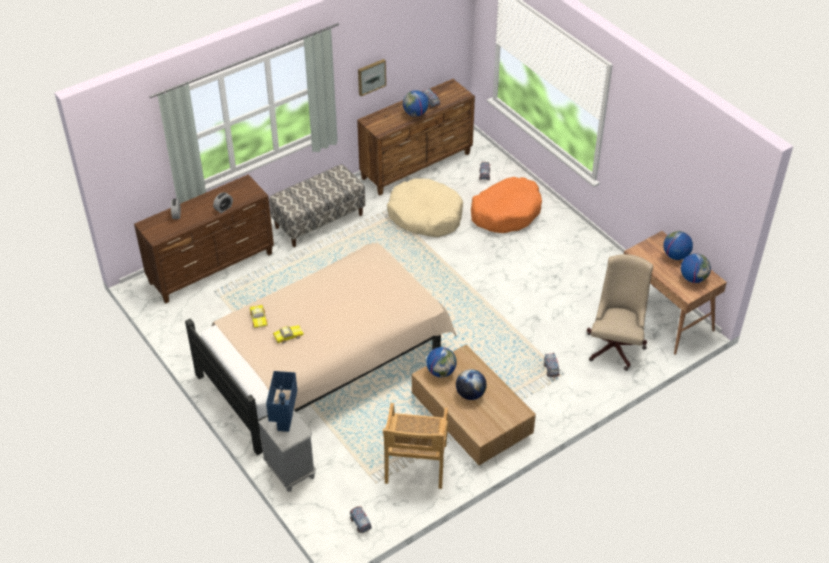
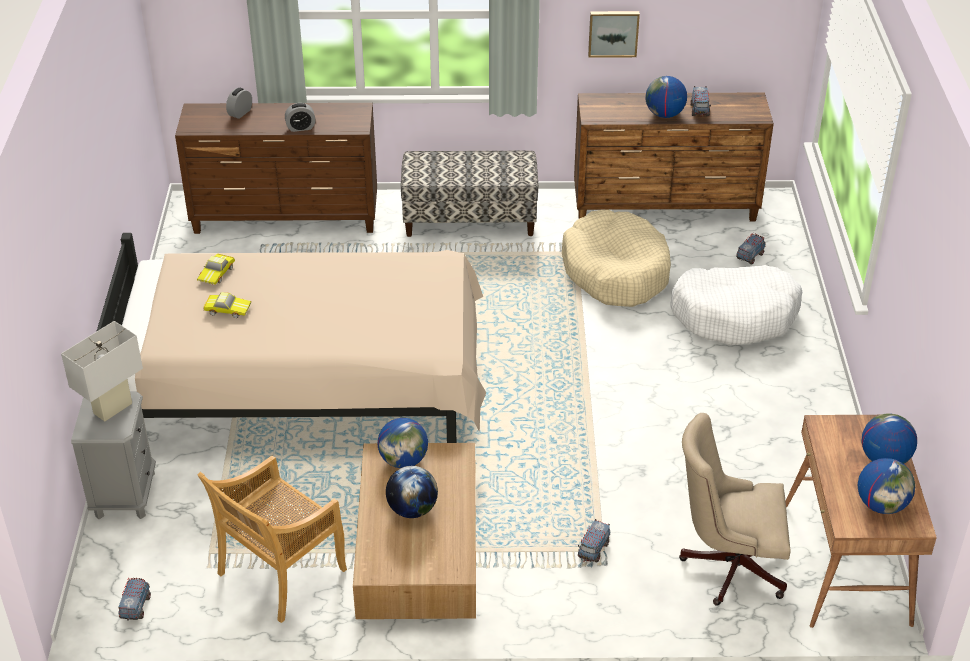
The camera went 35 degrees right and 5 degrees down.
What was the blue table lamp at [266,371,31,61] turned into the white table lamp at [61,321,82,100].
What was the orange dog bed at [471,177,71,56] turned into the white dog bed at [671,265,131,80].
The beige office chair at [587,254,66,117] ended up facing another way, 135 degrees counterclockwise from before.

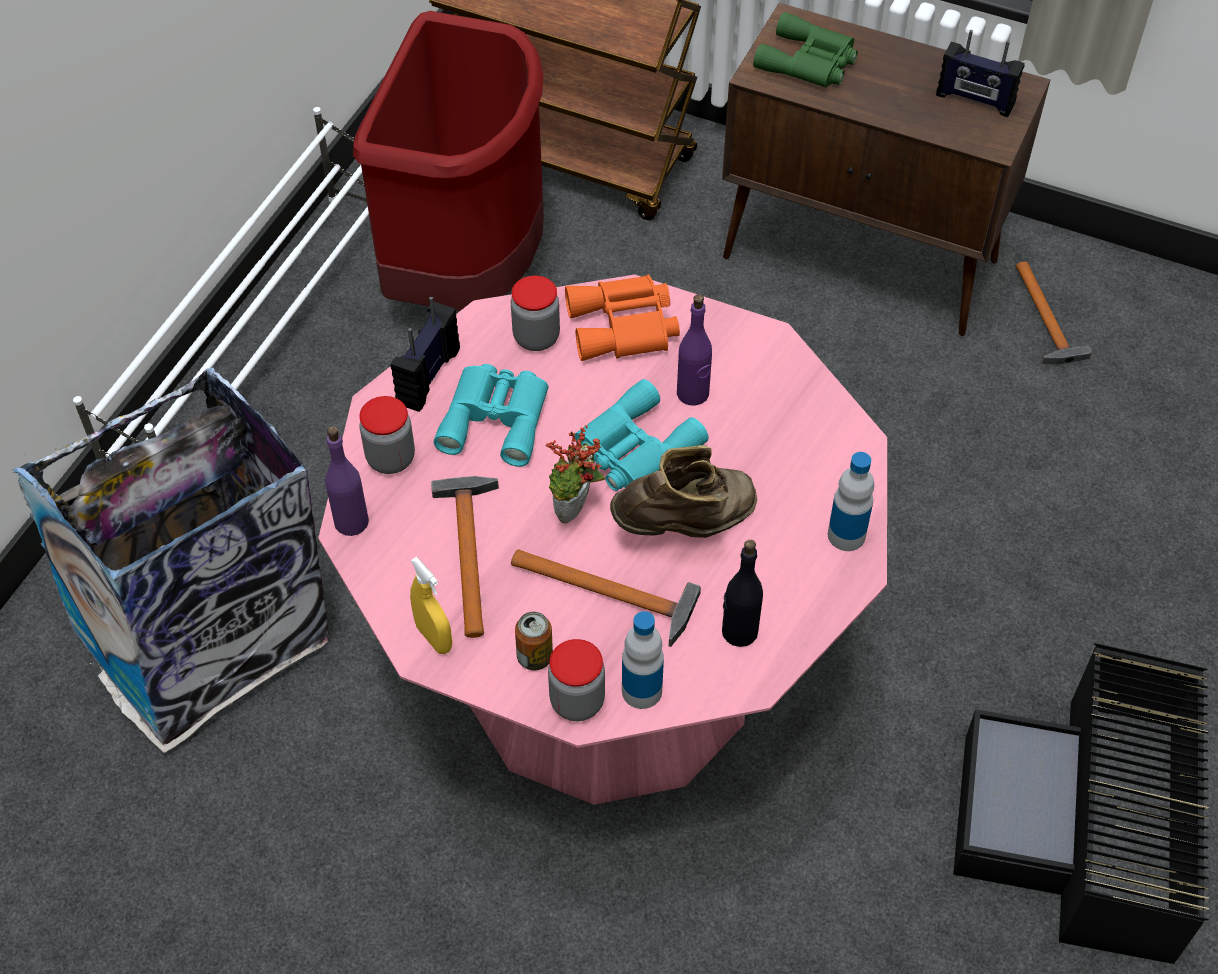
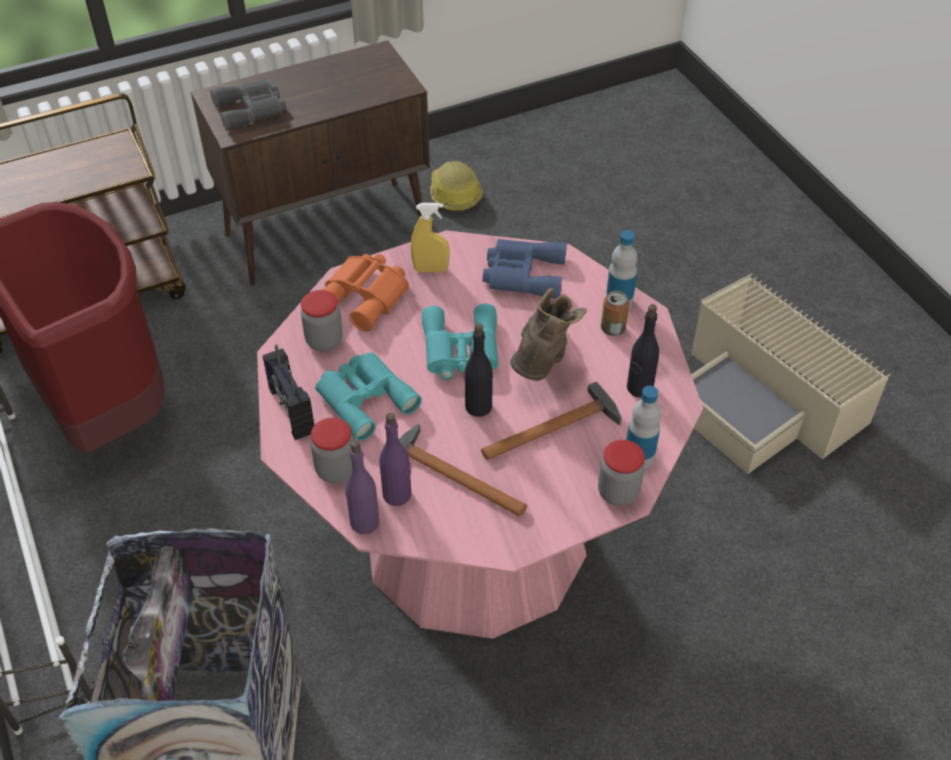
The camera went 50 degrees left and 5 degrees down.
What was the green binoculars at [753,12,105,76] turned into the grey binoculars at [210,79,77,52].
The purple bottle ended up elsewhere, having gone from [677,294,35,111] to [380,413,31,93].
The yellow spray bottle ended up elsewhere, having gone from [410,557,42,97] to [411,203,39,70].
Where the hammer stood at [1016,261,76,104], the hard hat came to stand at [430,161,53,51].
Where the potted plant stood at [546,425,59,99], the black bottle came to stand at [465,323,28,94].
The second view gained the blue binoculars at [483,239,84,60].
The can ended up elsewhere, having gone from [515,612,38,59] to [601,291,28,45].
What was the black storage box at [953,643,256,321] turned into the beige storage box at [691,273,199,201].
The second view lost the radio at [936,30,89,87].

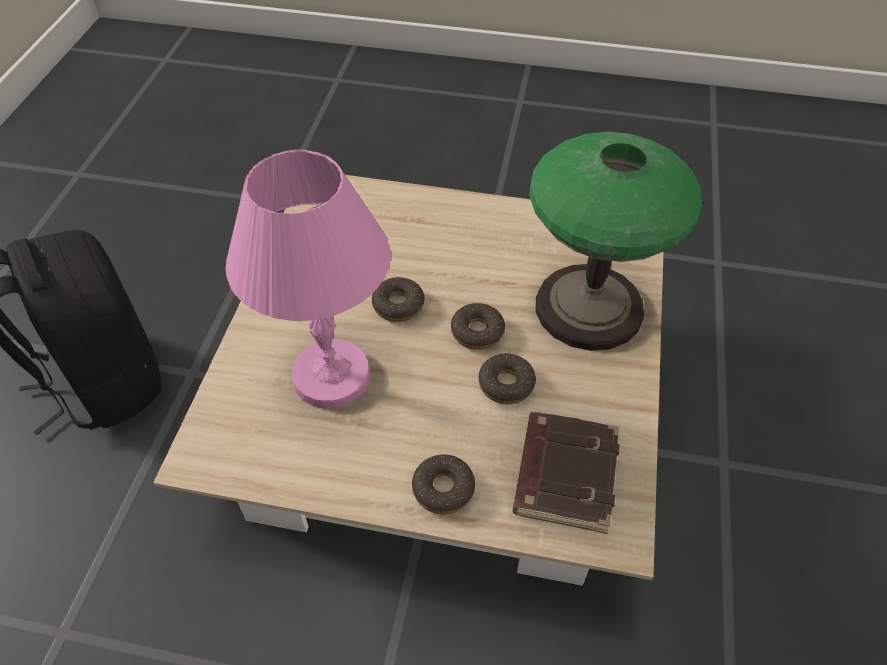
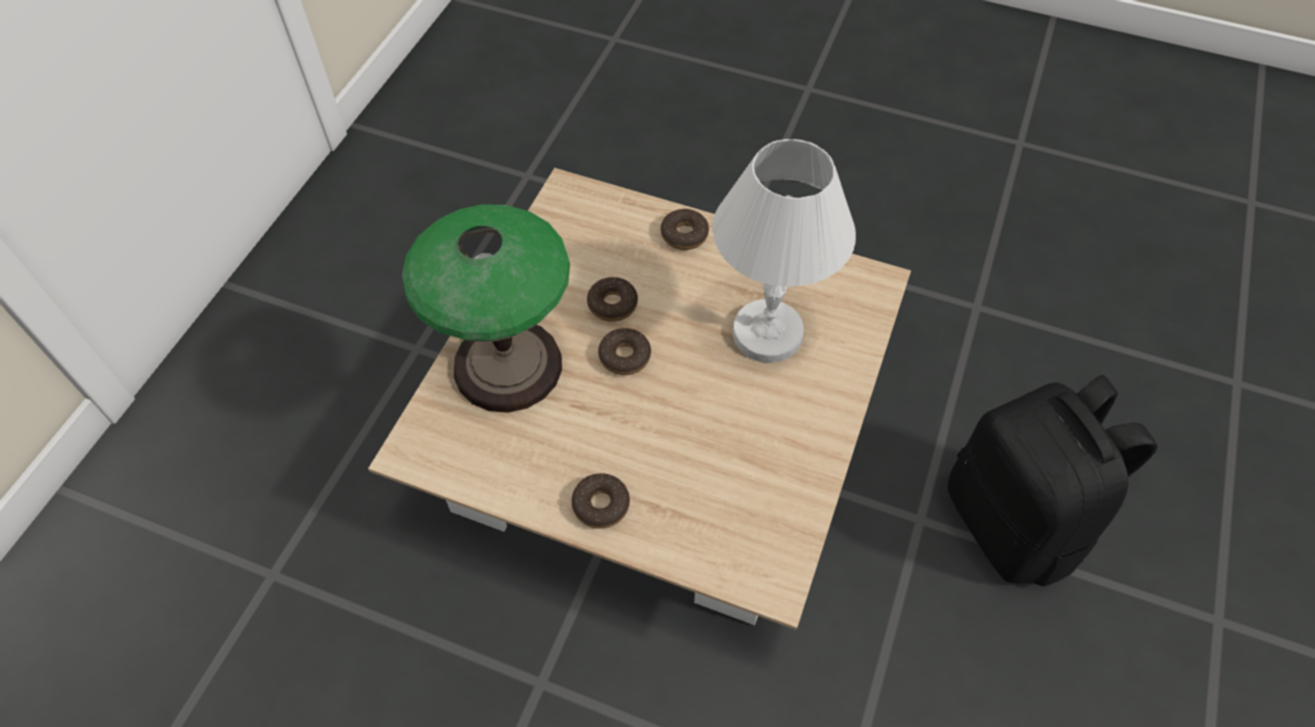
The camera went 170 degrees left and 5 degrees up.
The donut ended up elsewhere, having gone from [372,277,53,45] to [572,473,58,56].
What was the pink table lamp at [226,150,165,259] turned into the white table lamp at [712,139,144,224].
The second view lost the brown book at [513,412,107,122].

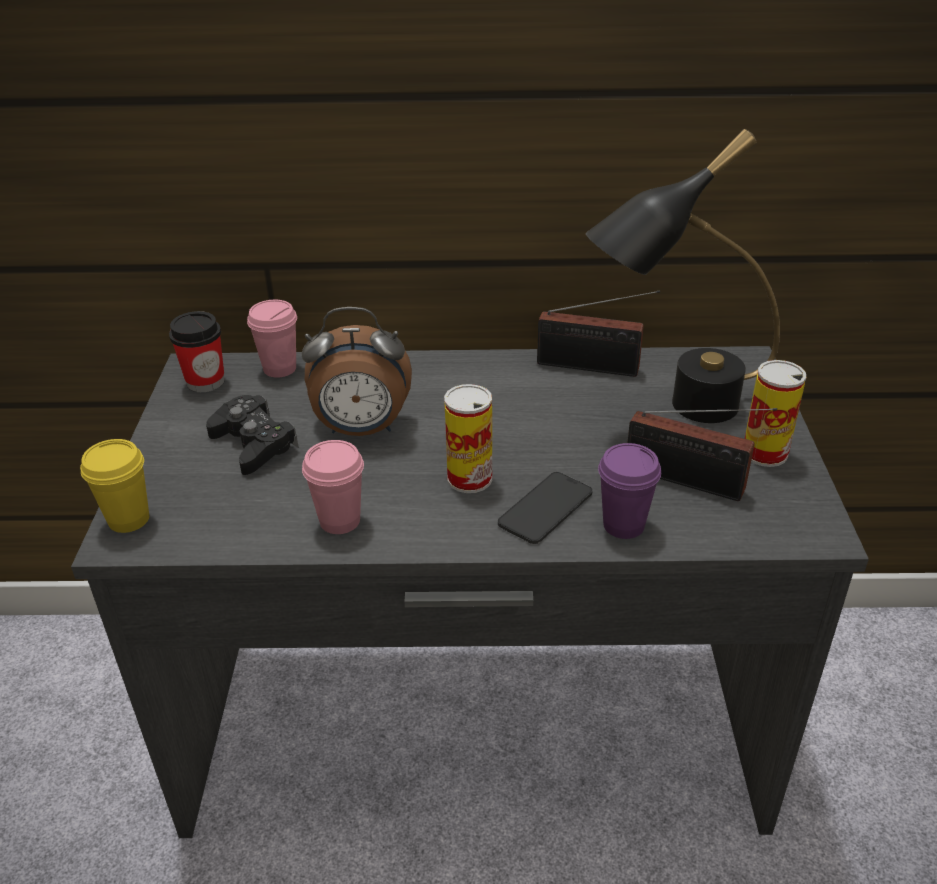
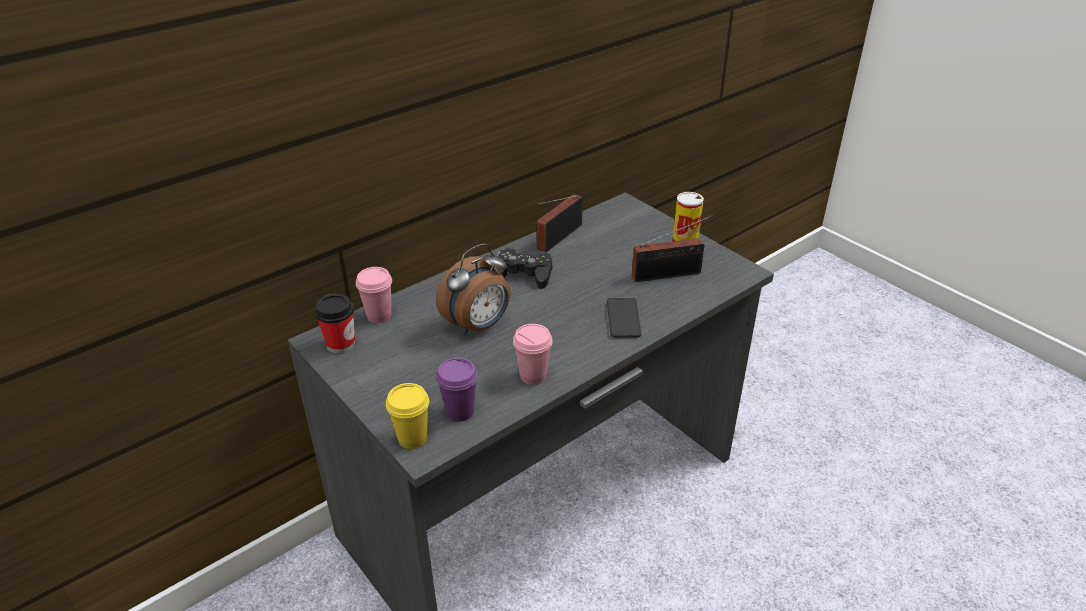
The camera went 40 degrees left and 0 degrees up.
The purple cup ended up elsewhere, having gone from [598,443,63,96] to [436,358,42,63].
The black game controller ended up elsewhere, having gone from [206,395,93,80] to [496,248,57,41].
The radio at [537,290,123,87] ended up facing another way, 150 degrees clockwise from before.
The second view lost the can at [444,384,48,109].
The second view lost the black table lamp at [586,129,194,294].

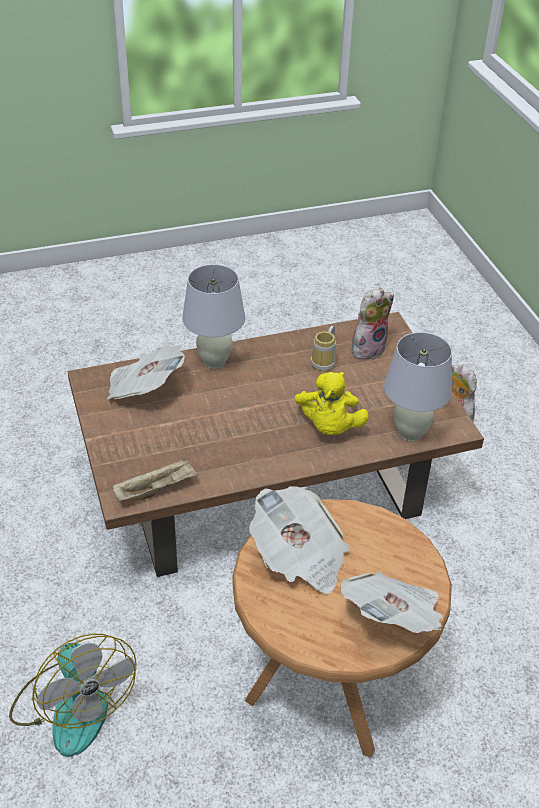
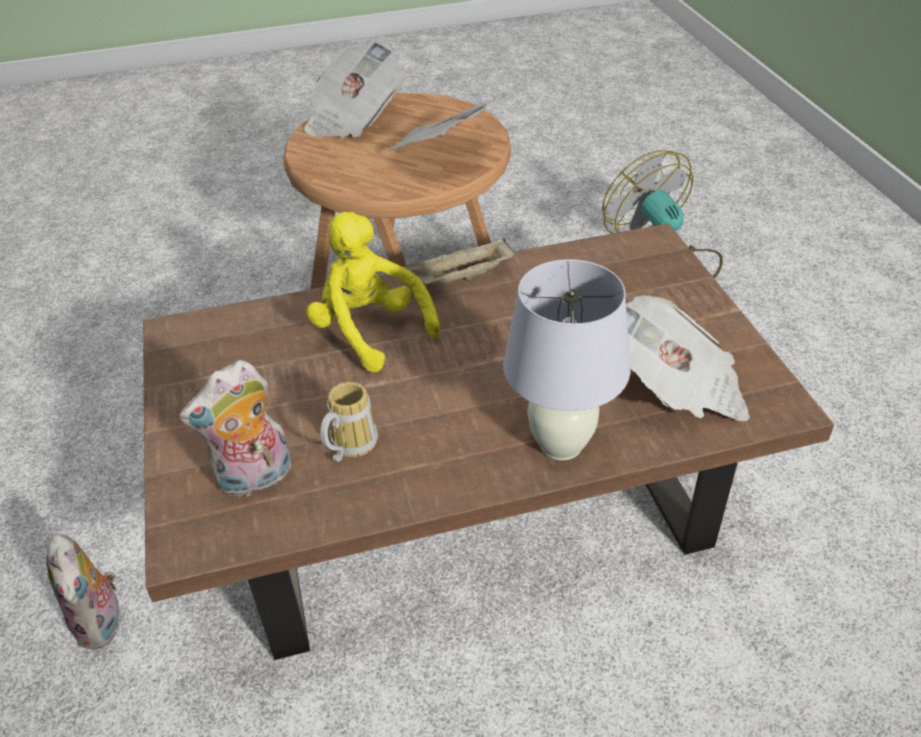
The camera went 175 degrees left and 0 degrees up.
The yellow plush toy at [295,372,74,63] ended up facing another way, 45 degrees counterclockwise from before.
The beige tray ended up elsewhere, having gone from [112,458,86,43] to [401,238,114,46].
The second view lost the white table lamp at [384,332,68,110].

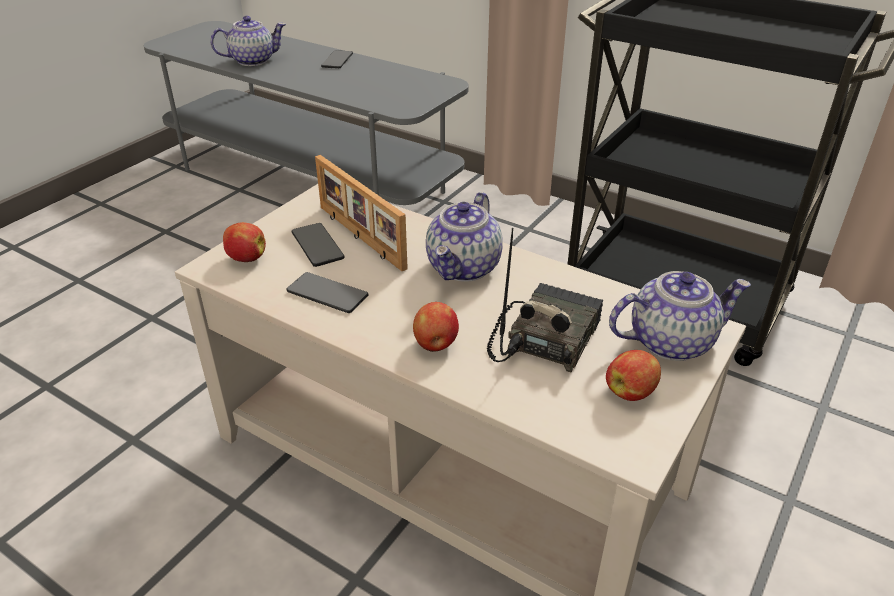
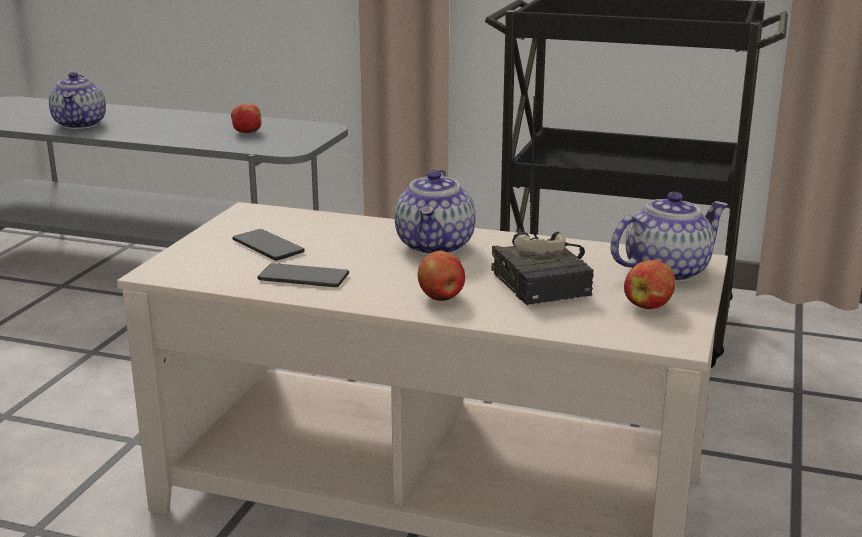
The camera went 15 degrees left and 15 degrees down.
The teapot at [210,16,76,50] ended up facing another way, 120 degrees clockwise from before.
The apple ended up elsewhere, having gone from [223,222,43,40] to [231,104,31,29].
The radio at [487,228,116,145] ended up facing another way, 150 degrees clockwise from before.
The second view lost the picture frame at [315,155,93,116].
The second view lost the phone at [321,50,32,18].

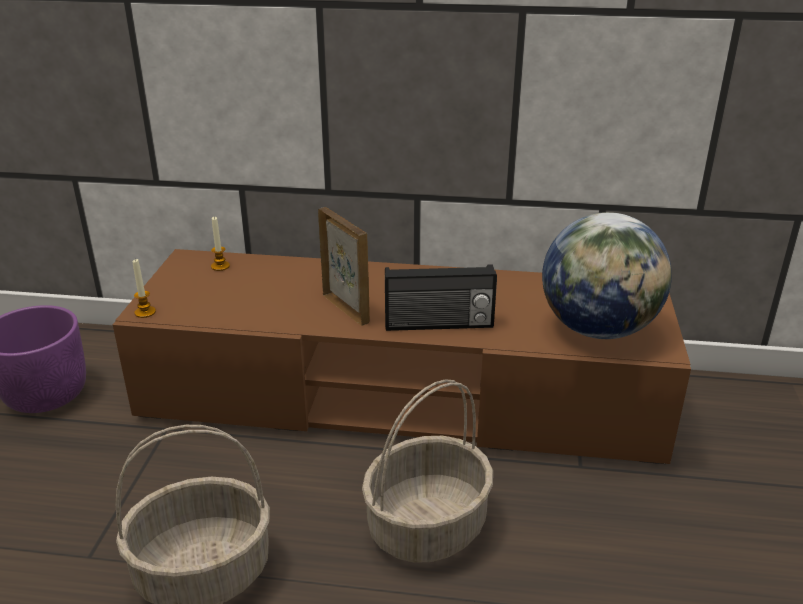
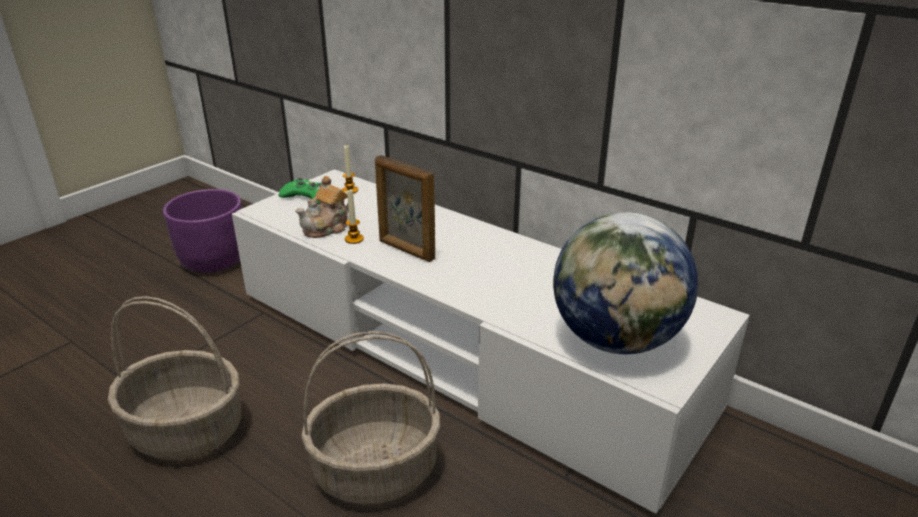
The camera went 30 degrees right and 0 degrees up.
What was the brown tv stand at [113,249,578,215] turned into the white tv stand at [232,169,518,345].
The second view gained the green game controller at [278,177,44,28].
The second view gained the teapot at [295,176,54,62].
The candle ended up elsewhere, having gone from [133,259,23,59] to [345,189,19,55].
The picture frame at [318,207,52,119] ended up facing another way, 135 degrees clockwise from before.
The second view lost the radio at [385,265,112,66].

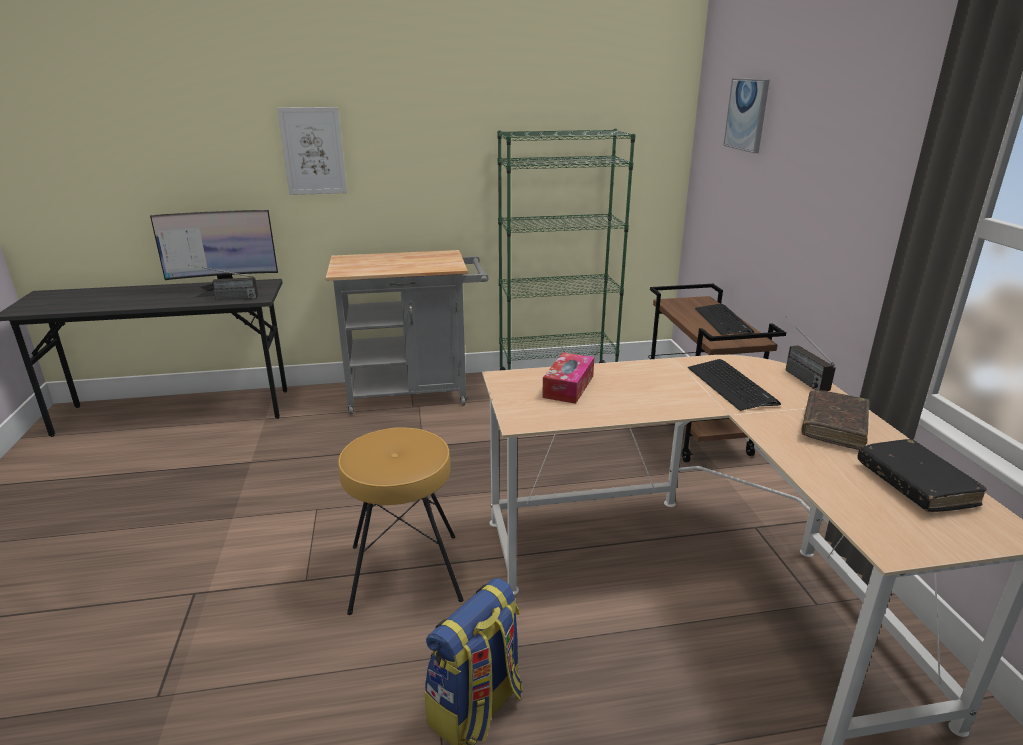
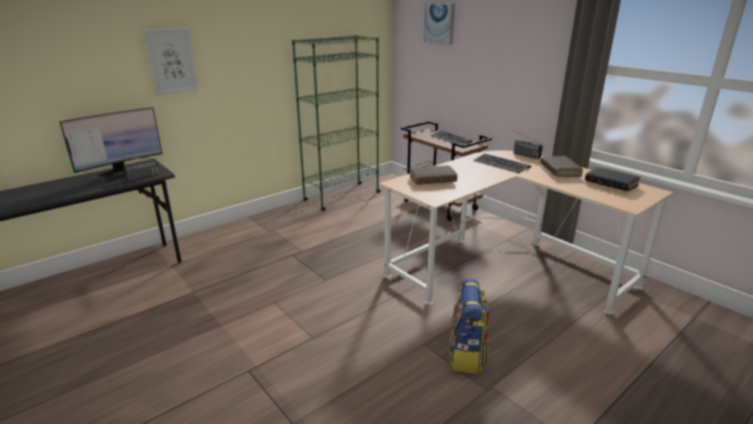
The camera went 30 degrees left and 0 degrees up.
Where the tissue box stood at [542,353,52,51], the brown book came to stand at [410,166,48,19].
The second view lost the grey cart at [326,250,162,165].
The second view lost the brown stool at [338,427,125,188].

